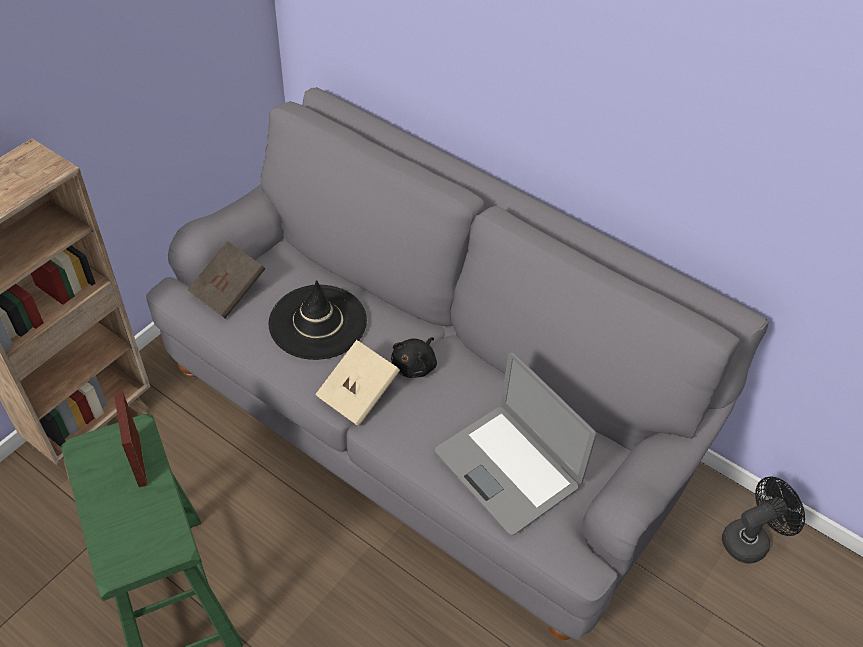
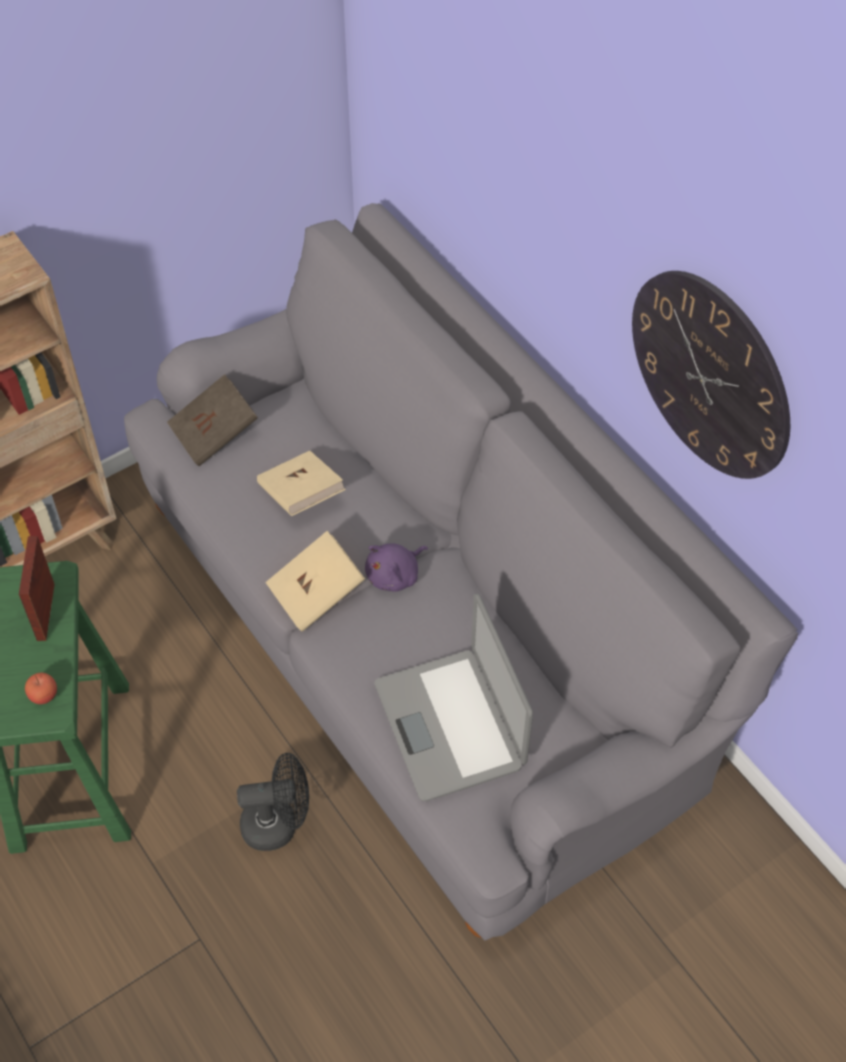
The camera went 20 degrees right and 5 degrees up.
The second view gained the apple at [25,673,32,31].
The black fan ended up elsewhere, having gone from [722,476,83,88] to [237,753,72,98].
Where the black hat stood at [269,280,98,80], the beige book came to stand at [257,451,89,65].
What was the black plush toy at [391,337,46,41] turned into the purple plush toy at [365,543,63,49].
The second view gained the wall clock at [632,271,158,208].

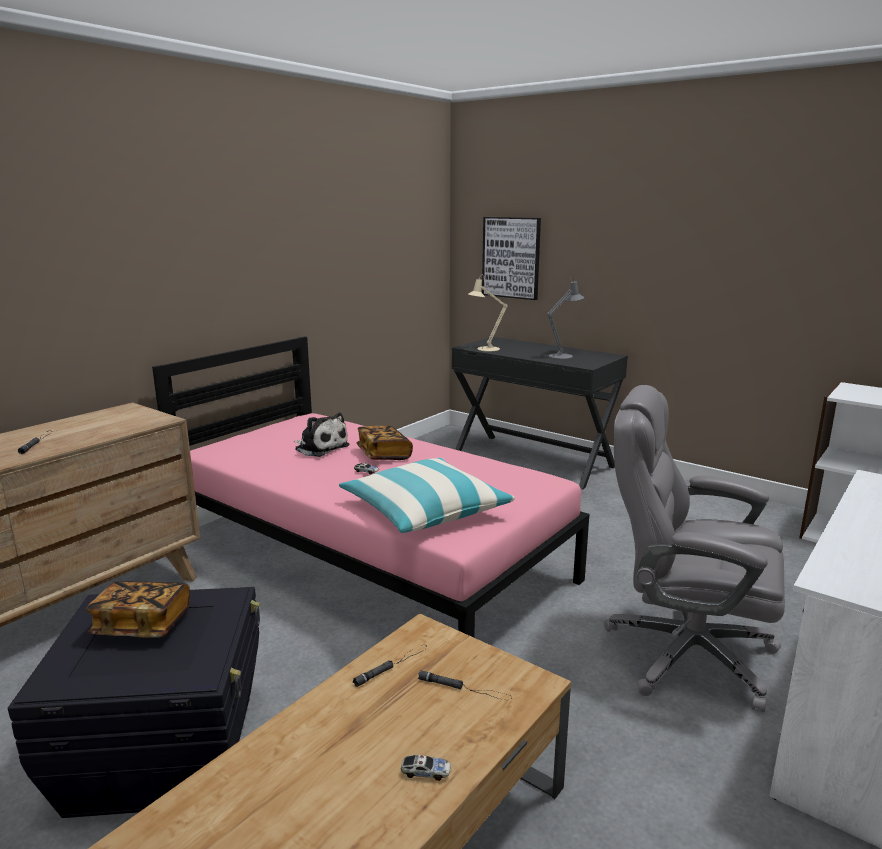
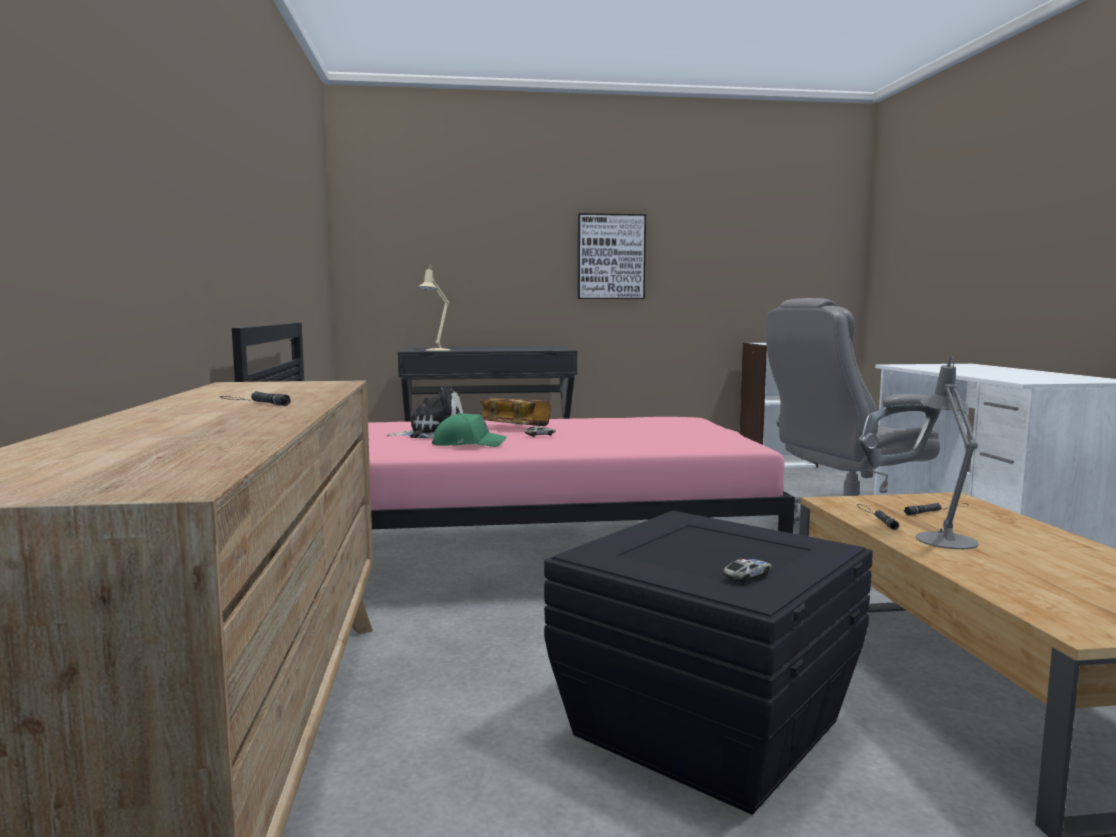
The camera went 45 degrees left and 10 degrees down.
The second view gained the green cap at [432,413,75,34].
The picture ended up elsewhere, having gone from [482,217,59,83] to [578,213,68,86].
The toy car ended up elsewhere, having gone from [401,755,50,26] to [723,559,49,24].
The grey table lamp ended up elsewhere, having gone from [547,277,37,82] to [916,356,63,193].
The second view lost the book at [86,581,104,57].
The second view lost the pillow at [339,458,176,75].

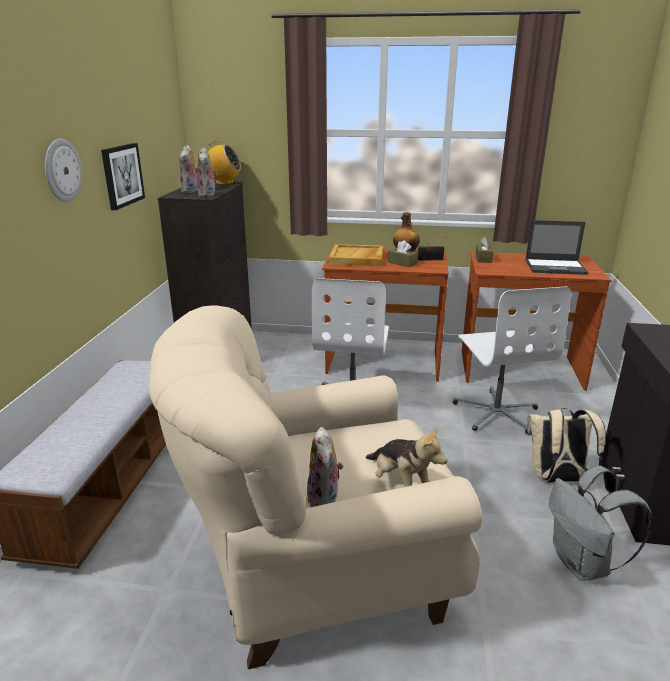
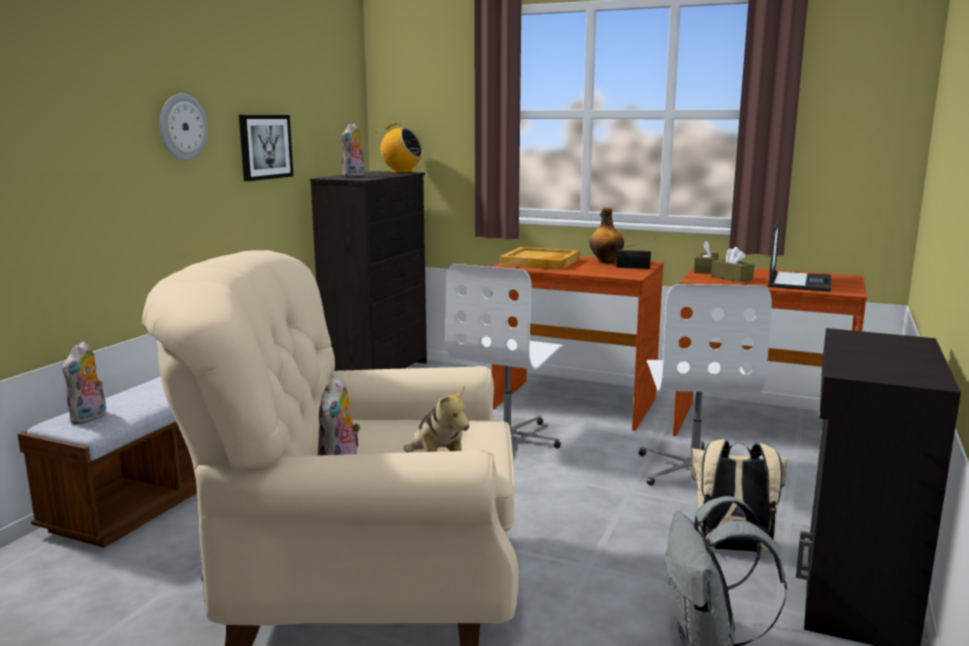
The camera went 15 degrees right and 10 degrees down.
The plush toy ended up elsewhere, having gone from [197,147,20,50] to [62,341,44,83].
The brown tissue box ended up elsewhere, having gone from [387,240,31,27] to [711,247,43,35].
The laptop at [525,220,63,55] ended up facing another way, 90 degrees counterclockwise from before.

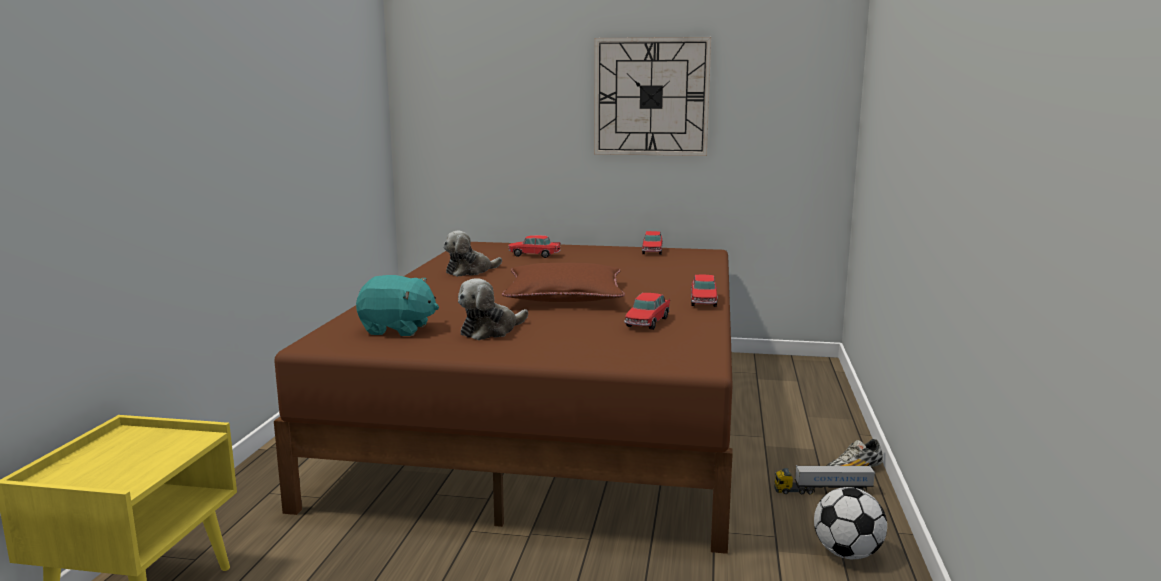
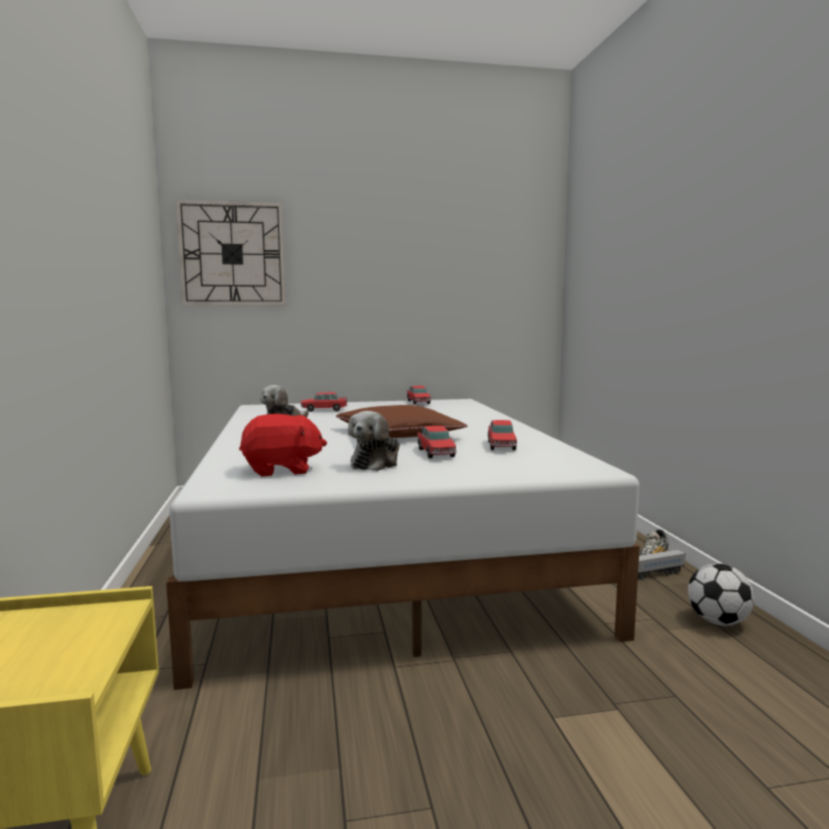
The camera went 20 degrees left and 5 degrees down.
What was the brown bed at [274,242,459,312] turned into the white bed at [166,399,474,291].
The wall clock ended up elsewhere, having gone from [594,37,117,119] to [176,200,110,105].
What was the turquoise plush toy at [356,275,83,61] turned into the red plush toy at [239,414,88,62].
The toy car ended up elsewhere, having gone from [691,274,27,33] to [418,426,39,32].

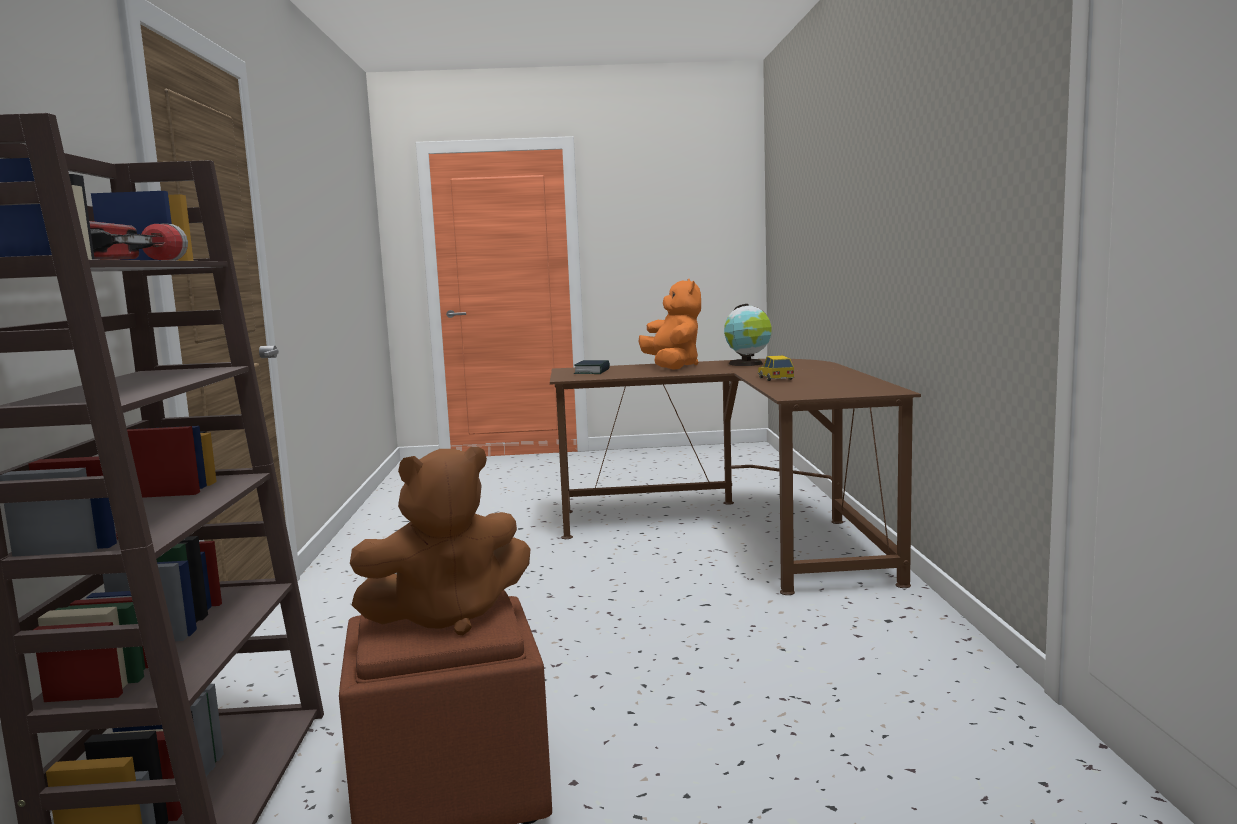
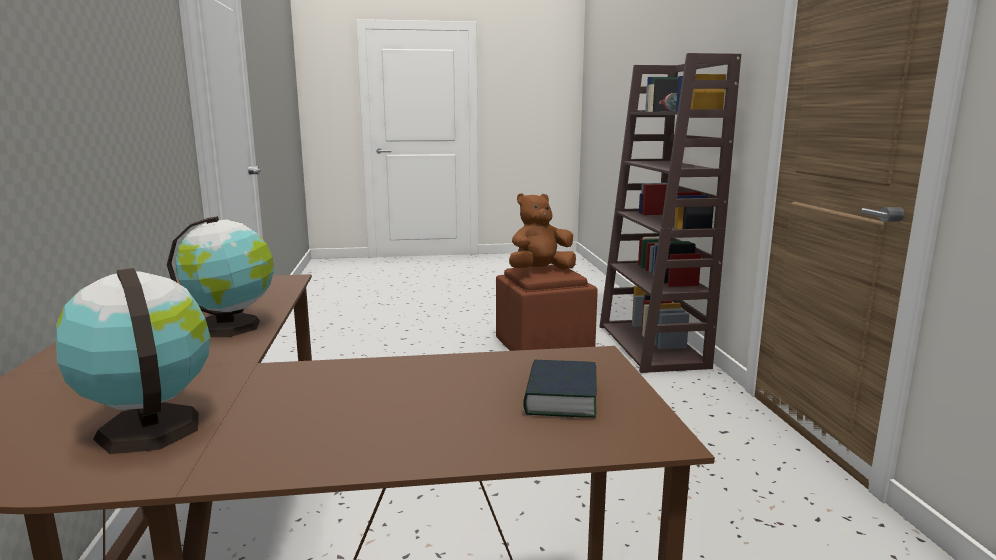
The camera went 175 degrees right and 5 degrees up.
Where the toy car stood at [758,355,37,26], the globe came to stand at [167,216,107,121].
The second view lost the orange plush toy at [639,279,62,91].

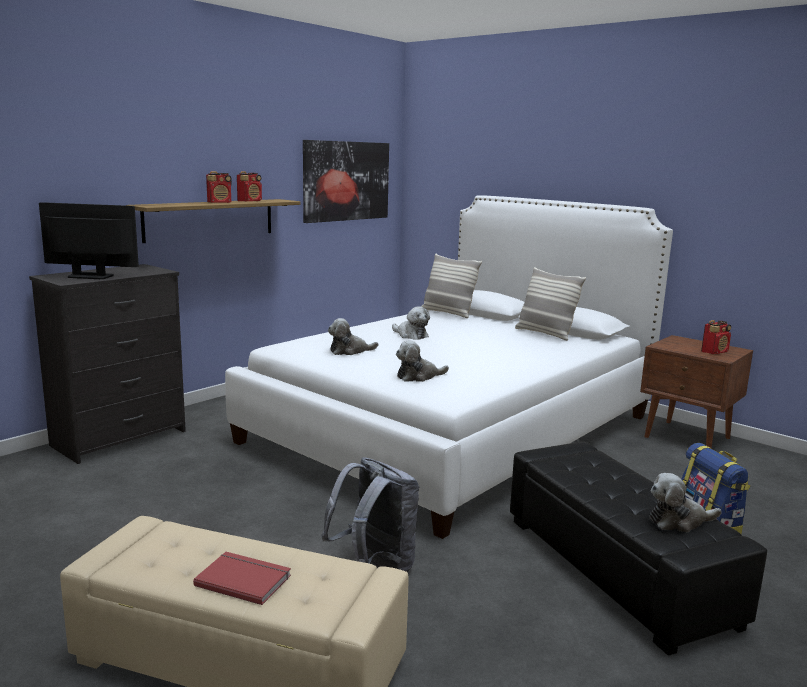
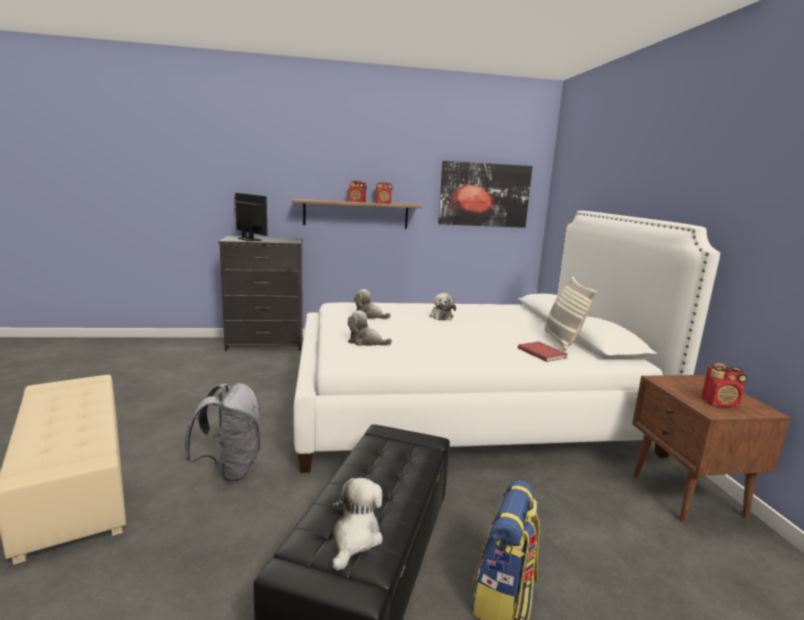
The camera went 40 degrees right and 0 degrees up.
The plush toy at [649,473,73,59] ended up facing another way, 75 degrees clockwise from before.
The red book ended up elsewhere, having gone from [193,552,98,53] to [518,341,50,21].
The second view lost the pillow at [421,254,61,64].

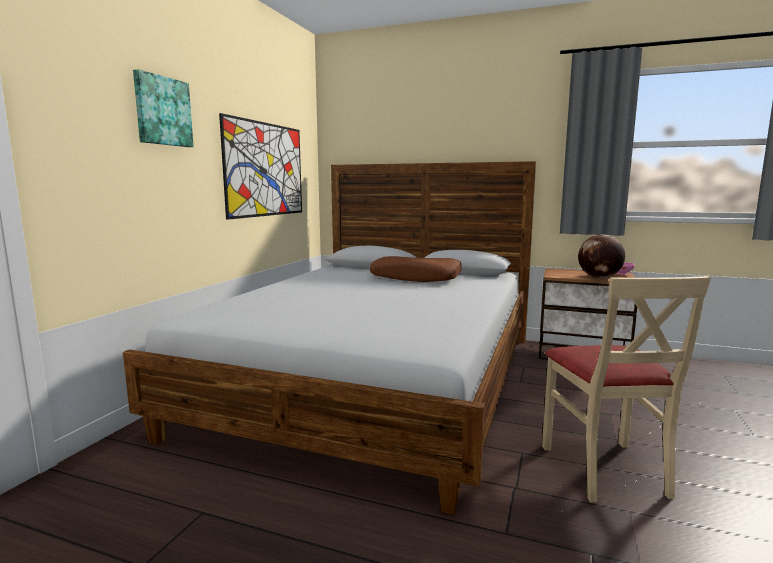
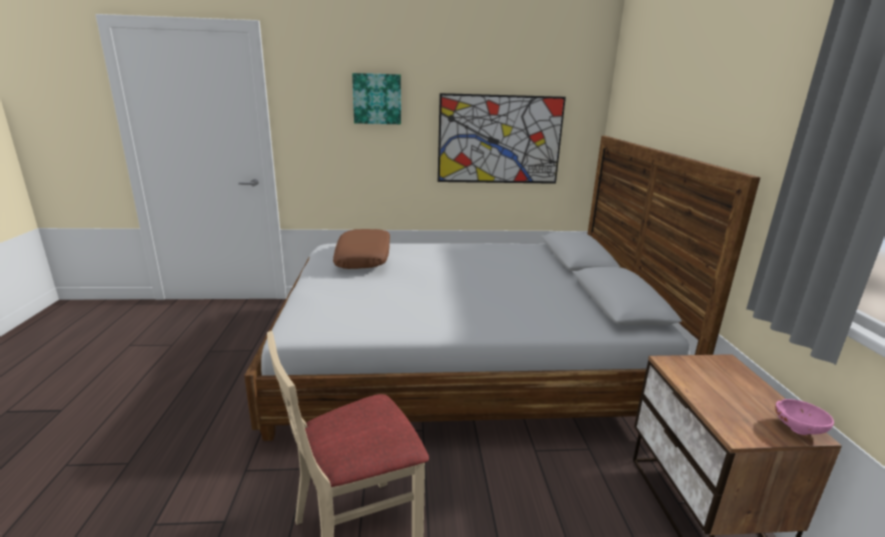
The camera went 65 degrees right and 10 degrees up.
The brown pillow ended up elsewhere, having gone from [370,256,92,26] to [333,229,57,40].
The second view lost the globe at [578,234,47,44].

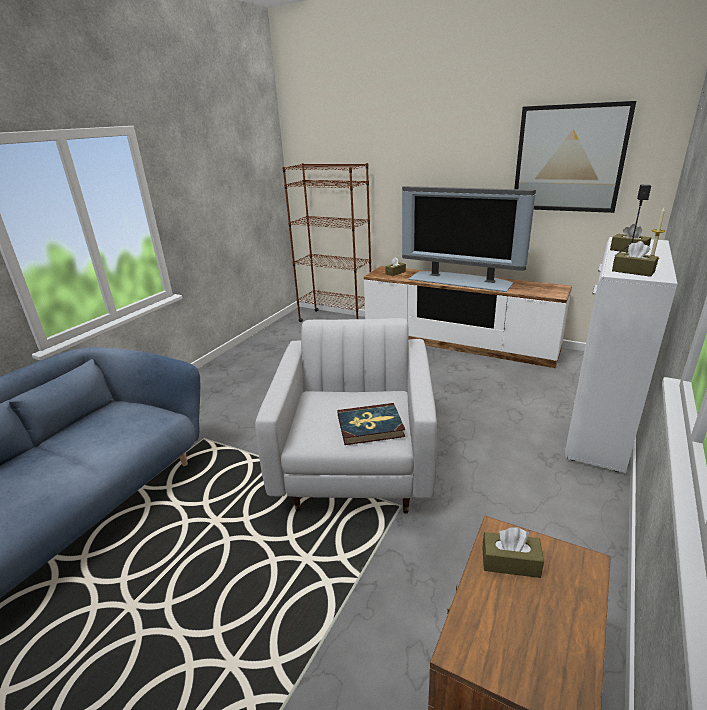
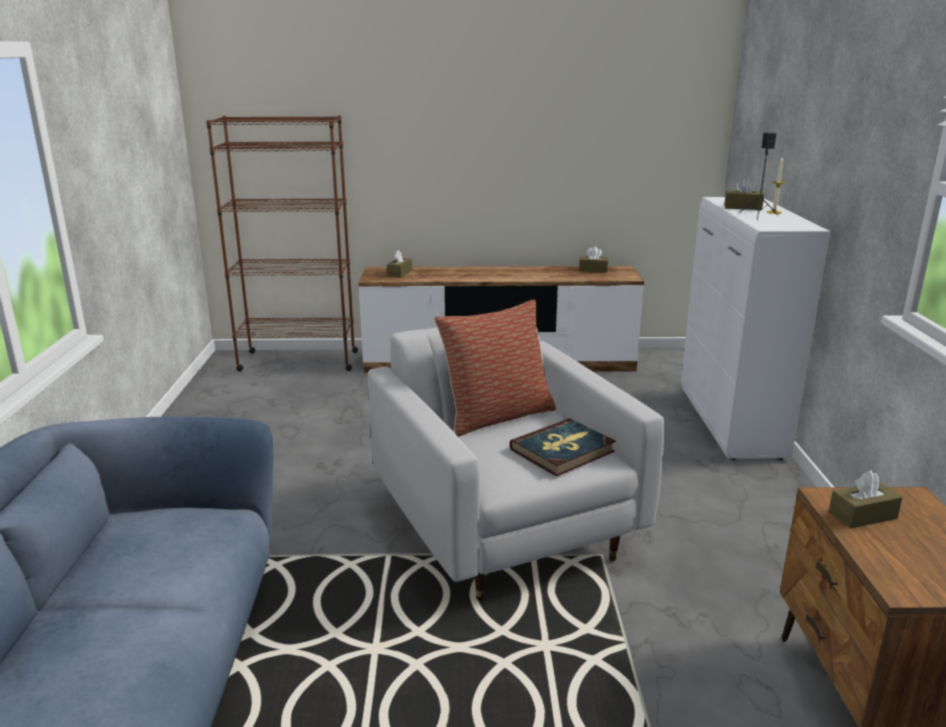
The camera went 30 degrees left and 5 degrees down.
The second view gained the pillow at [434,300,122,136].
The brown tissue box ended up elsewhere, having gone from [612,241,47,36] to [579,246,29,27].
The second view lost the television at [402,186,134,106].
The second view lost the picture at [514,101,122,112].

